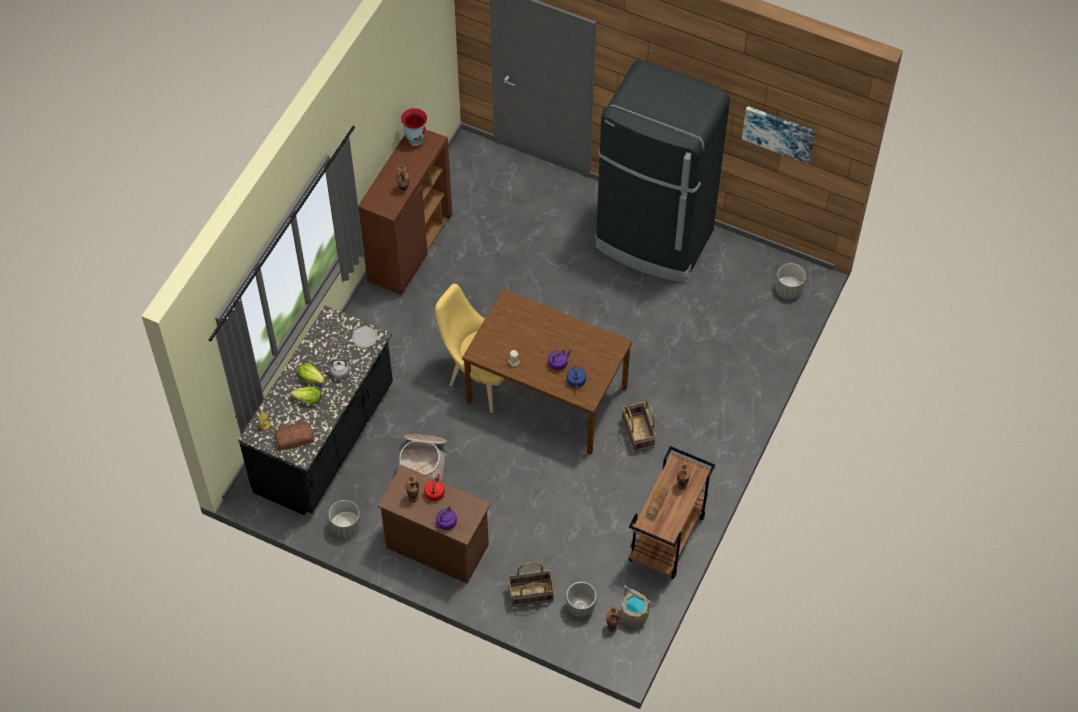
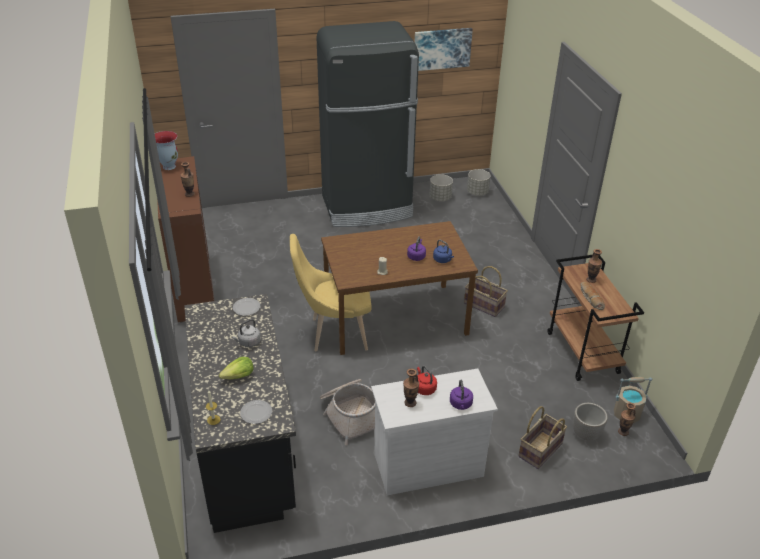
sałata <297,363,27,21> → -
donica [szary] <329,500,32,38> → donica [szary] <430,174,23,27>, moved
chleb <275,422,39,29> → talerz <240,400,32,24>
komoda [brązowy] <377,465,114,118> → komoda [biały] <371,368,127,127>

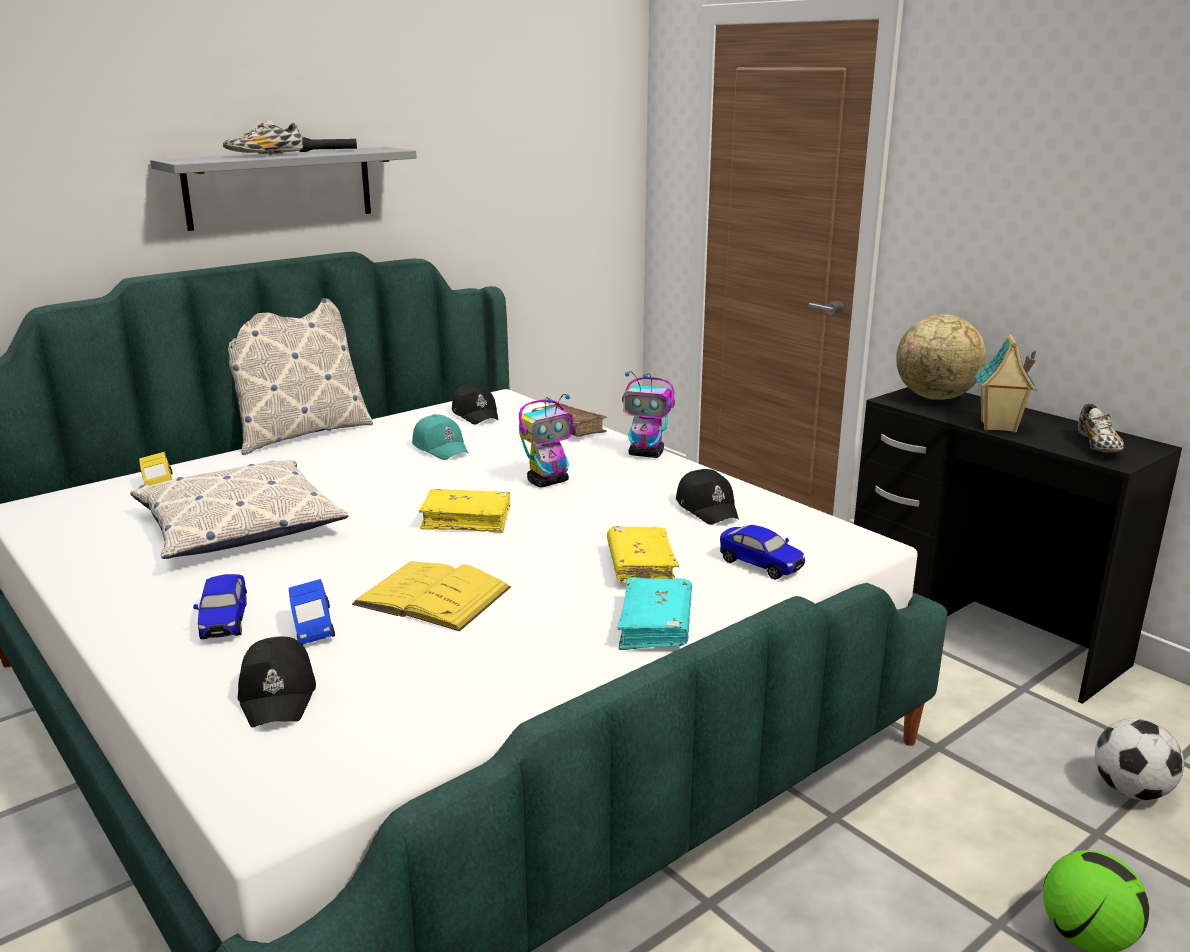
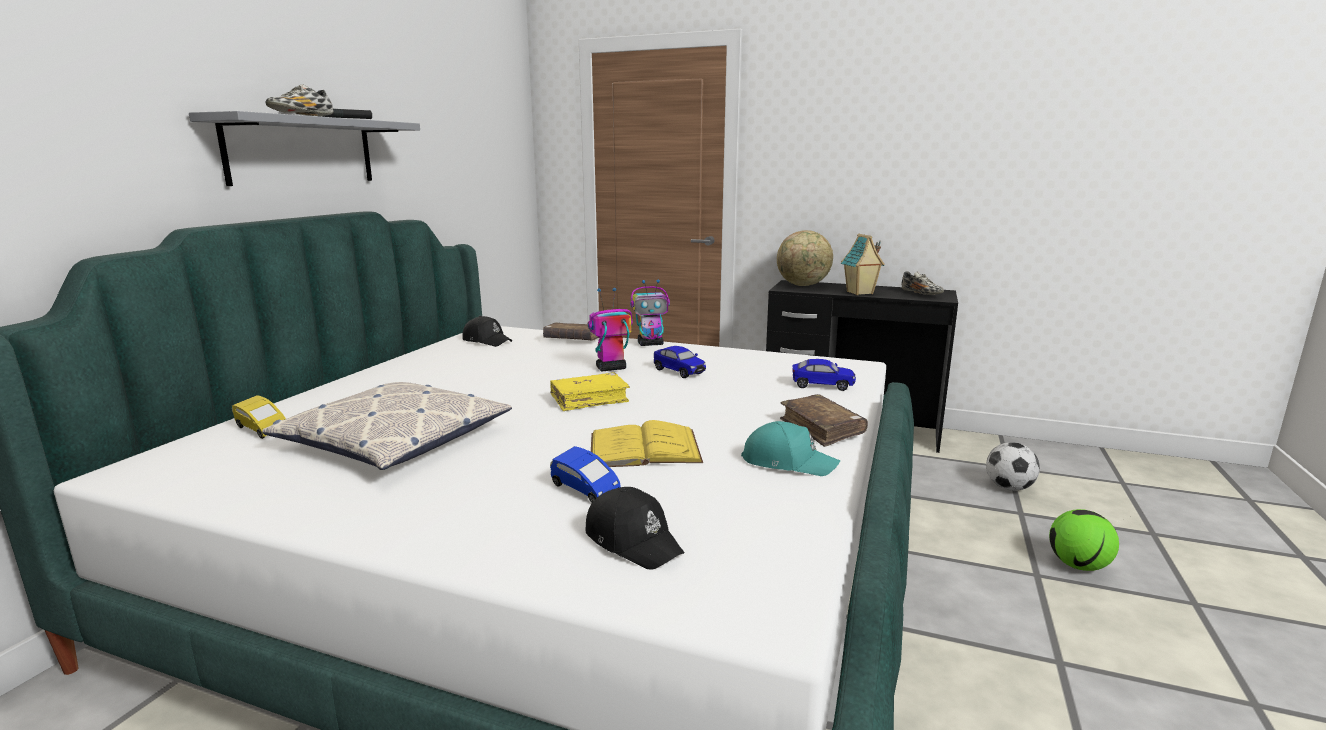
poduszka <228,298,145,157> → -
książka [żółty] <607,526,72,57> → -
czapka z daszkiem [czarny] <676,469,63,56> → -
samochodzik <193,574,54,65> → samochodzik <654,346,52,32>, moved
czapka z daszkiem [turkusowy] <412,414,57,46> → czapka z daszkiem [turkusowy] <741,421,99,55>, moved
książka [turkusowy] <617,578,75,72> → książka [brązowy] <780,394,88,53>
robot zabawkowy <519,394,54,94> → robot zabawkowy <588,288,45,83>, 135 degrees counterclockwise

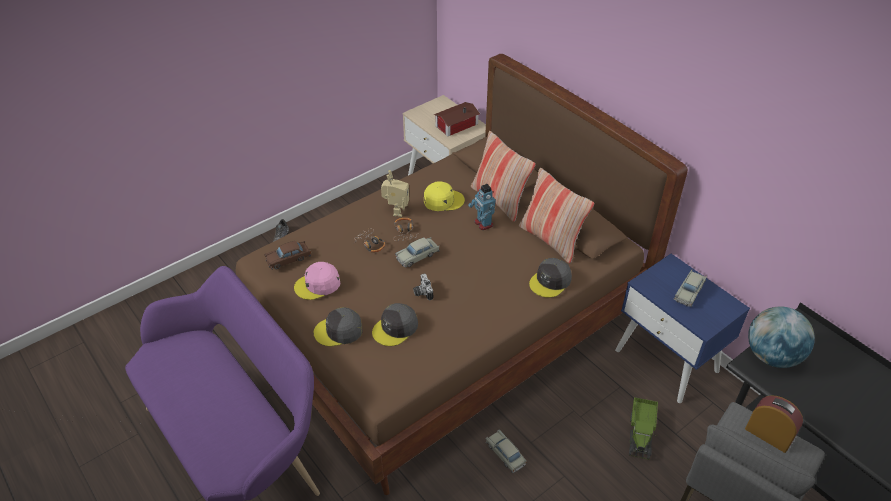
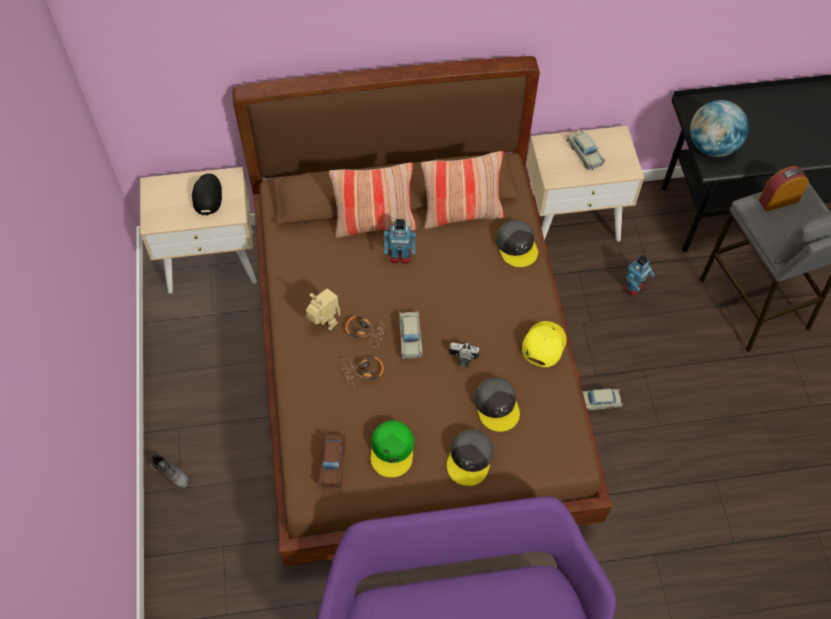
czapka z daszkiem [żółty] <424,181,41,30> → czapka z daszkiem [żółty] <522,321,45,46>, moved
domek <434,102,46,35> → czapka z daszkiem [czarny] <192,173,30,42>
ciężarówka zabawkowa <629,397,29,63> → robot zabawkowy <623,255,32,41>
czapka z daszkiem [różowy] <294,262,46,38> → czapka z daszkiem [zielony] <370,420,44,58>
szafka nocna [niebieski] <615,254,135,149> → szafka nocna [beżowy] <526,126,118,116>

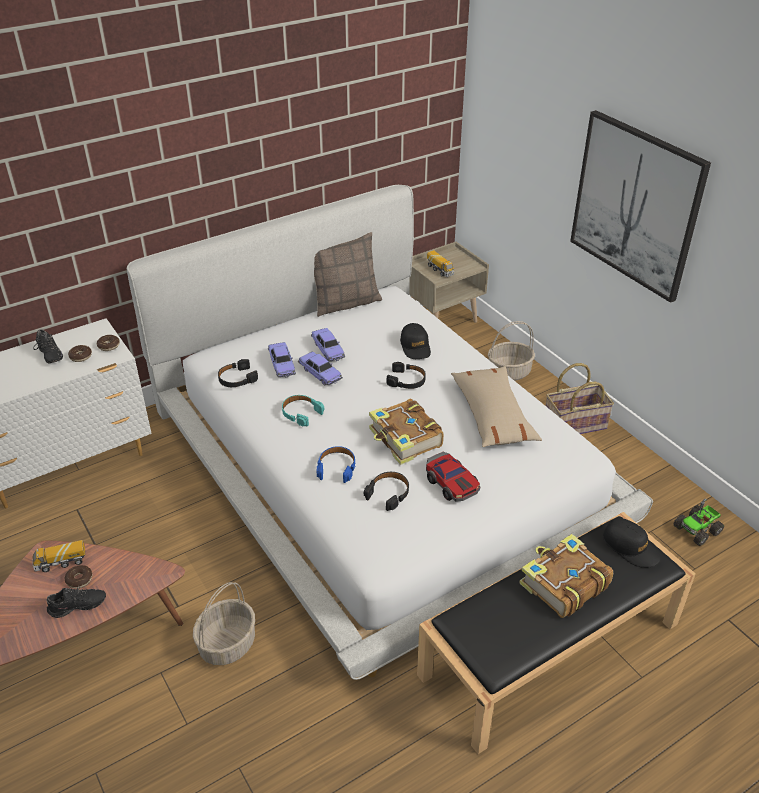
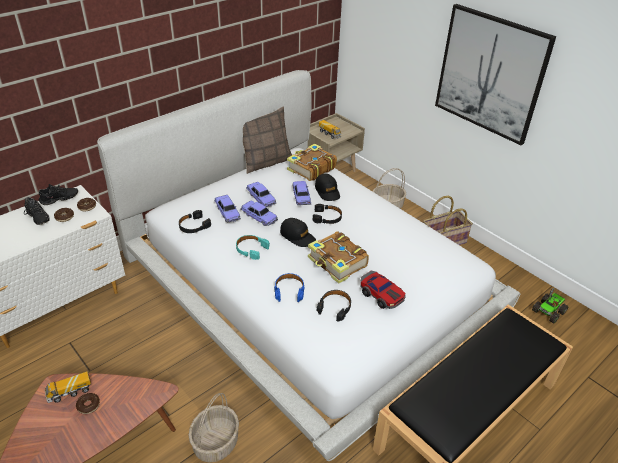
poduszka [beżowy] <451,366,91,81> → -
- → samochodzik <292,181,19,24>
but [czarny] <47,585,59,33> → but [czarny] <38,184,40,21>, moved
książka <519,534,94,84> → książka <287,144,50,37>, moved
czapka z daszkiem [czarny] <603,518,57,50> → czapka z daszkiem [czarny] <280,218,36,29>, moved

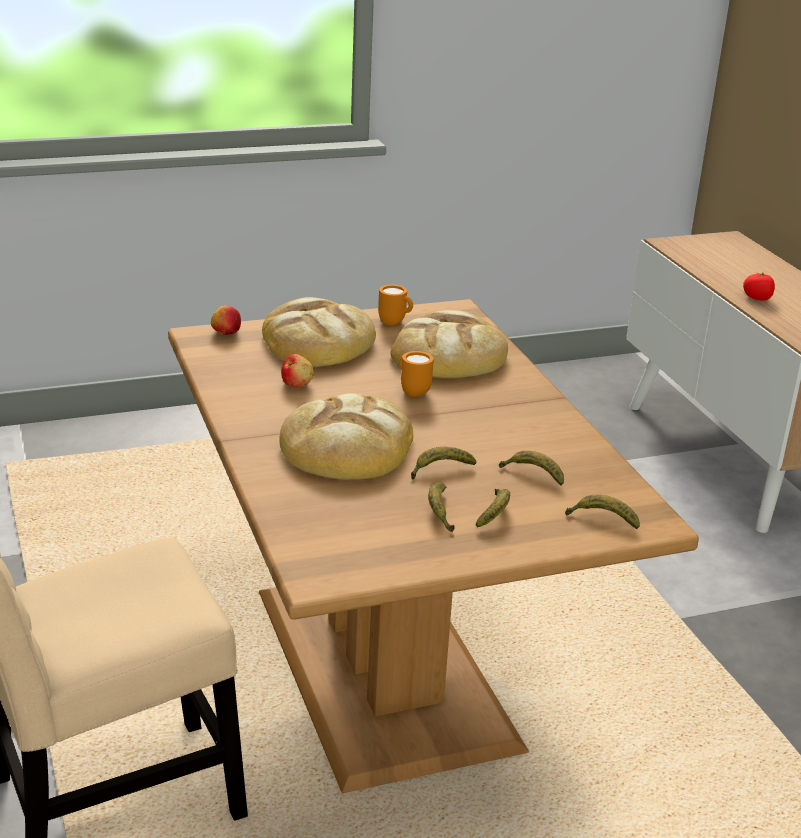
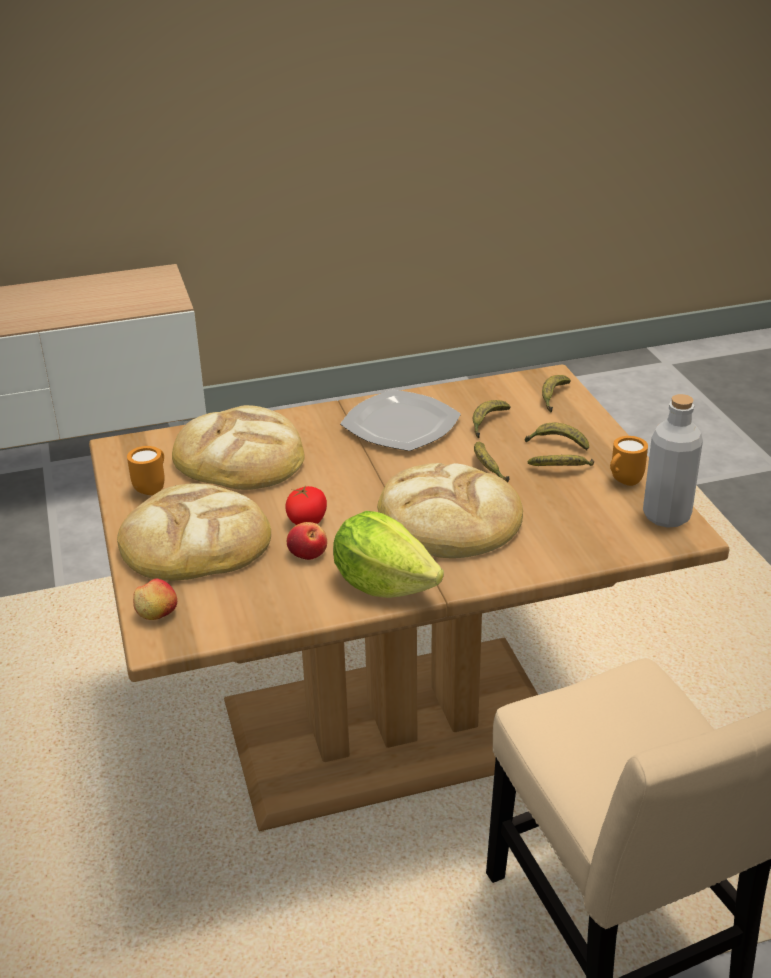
- → sałata <333,511,111,87>
- → talerz <340,389,121,62>
- → butelka [szary] <643,394,60,134>
kubek [pomarańczowy] <399,351,35,46> → kubek [pomarańczowy] <610,436,38,50>, moved
pomidor <743,272,32,29> → pomidor <285,485,42,40>, moved

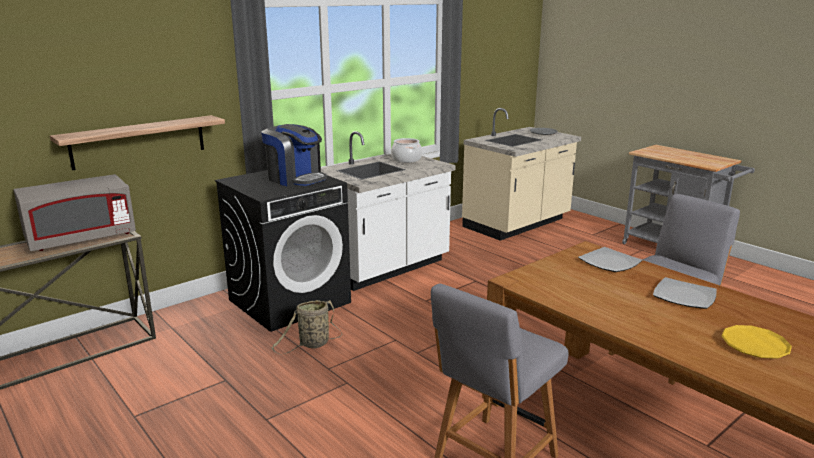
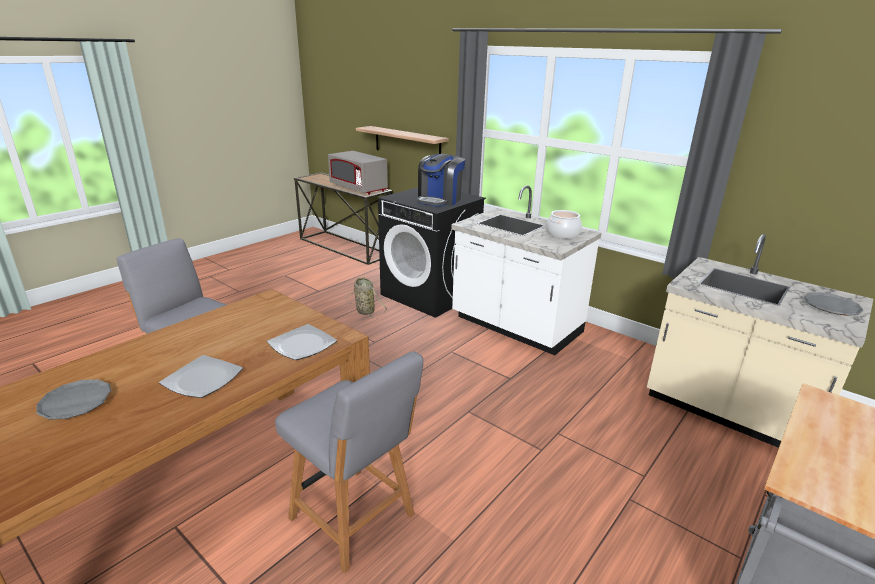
talerz [żółty] <721,325,71,34> → talerz [szary] <37,379,75,41>

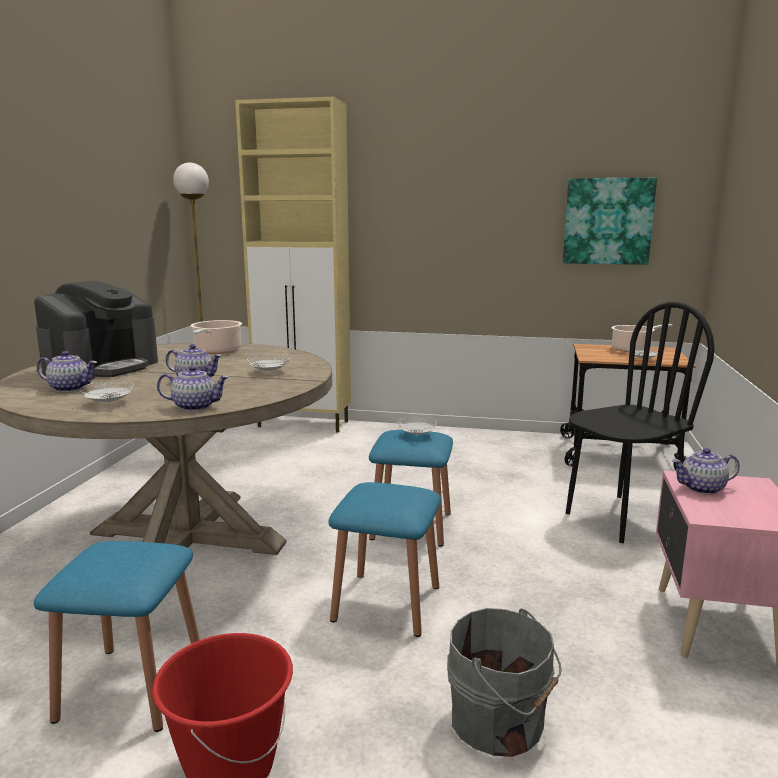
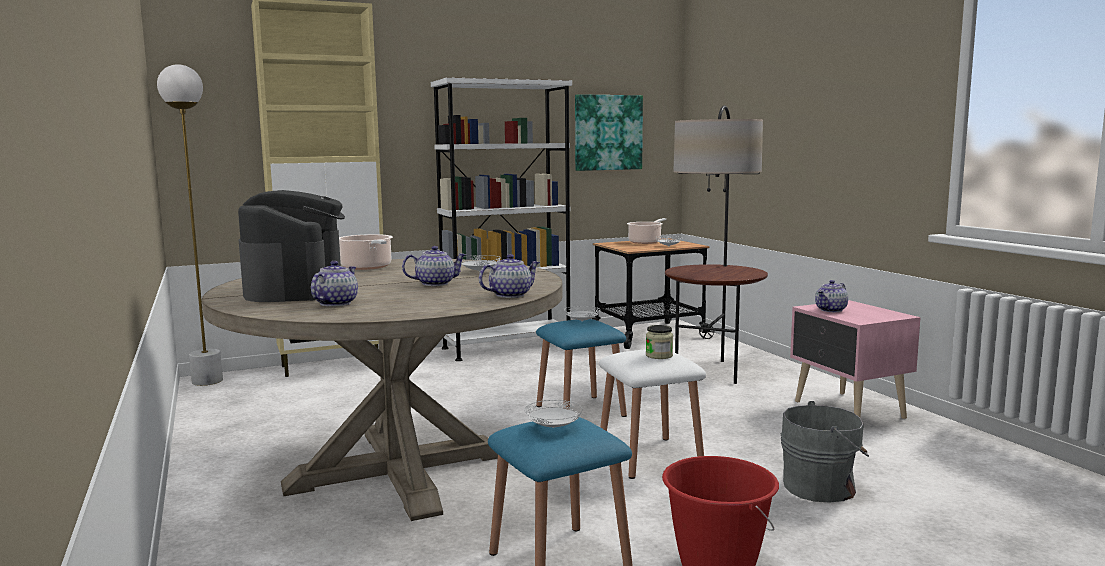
- → regał [biały] <431,77,141,284>
- → słoik <646,325,27,34>
talerz [biały] <79,381,55,22> → talerz [biały] <524,400,59,28>, moved
krzesło [czarny] <566,302,149,241> → lampa stojąca <665,105,103,279>
stołek [niebieski] <328,482,113,155> → stołek [biały] <599,349,107,130>
imbryk <37,351,60,41> → imbryk <311,261,47,46>, 45 degrees counterclockwise

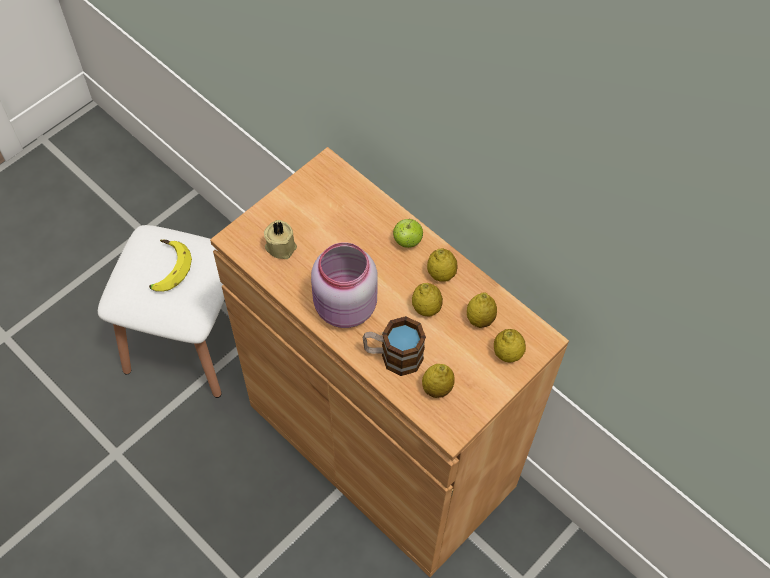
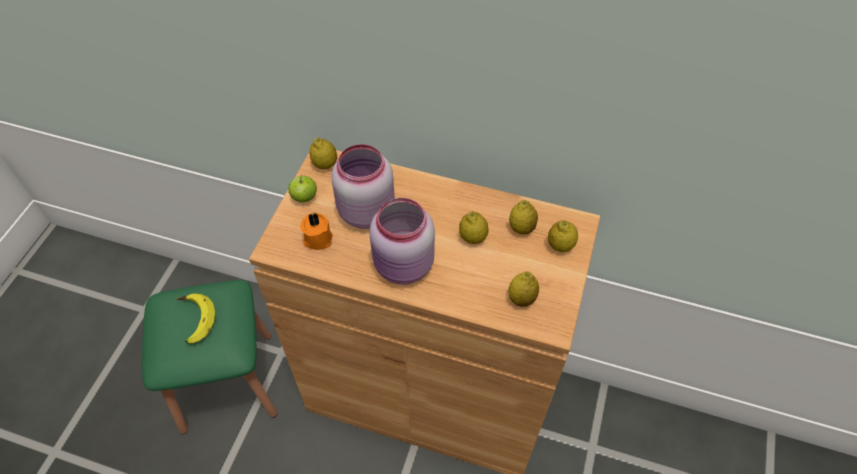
kubek <363,316,63,60> → -
- → słoik [różowy] <332,144,63,85>
jabłko <393,219,30,29> → jabłko <288,175,29,27>, moved
cytryna <427,248,30,34> → cytryna <310,138,27,31>, moved
stołek [biały] <98,225,127,173> → stołek [zielony] <142,280,135,154>
świeca [beżowy] <264,220,33,39> → świeca [pomarańczowy] <301,213,32,37>

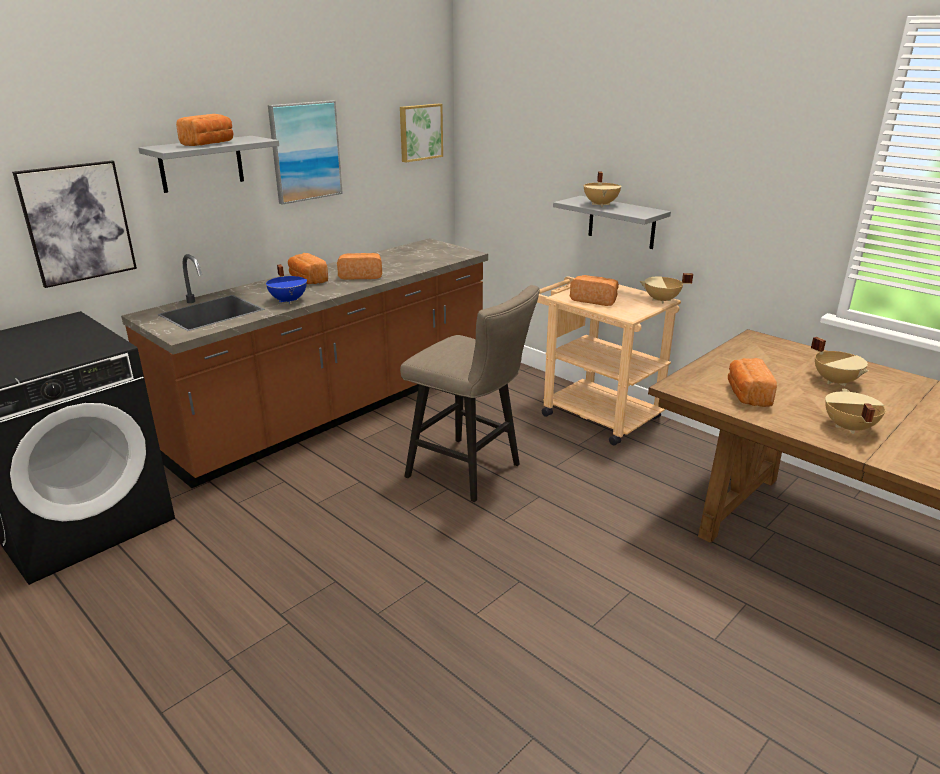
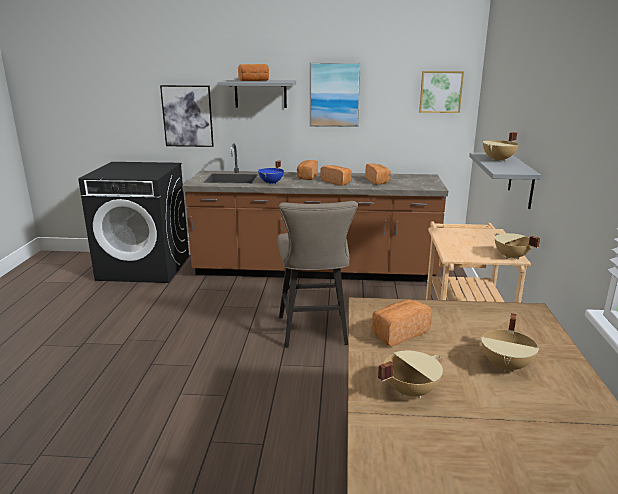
chleb <570,275,49,31> → chleb <365,164,26,21>, moved

